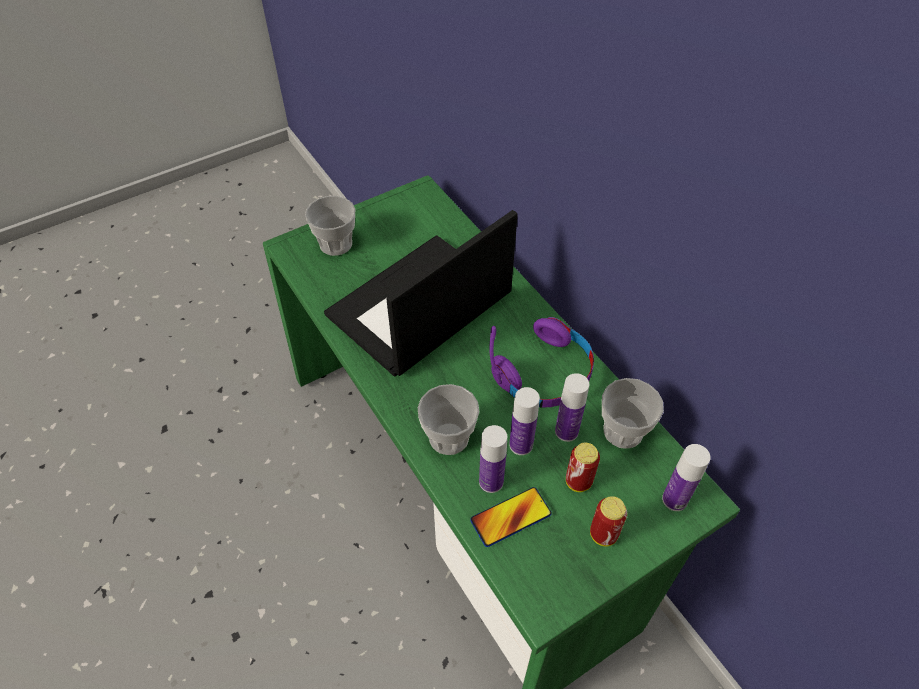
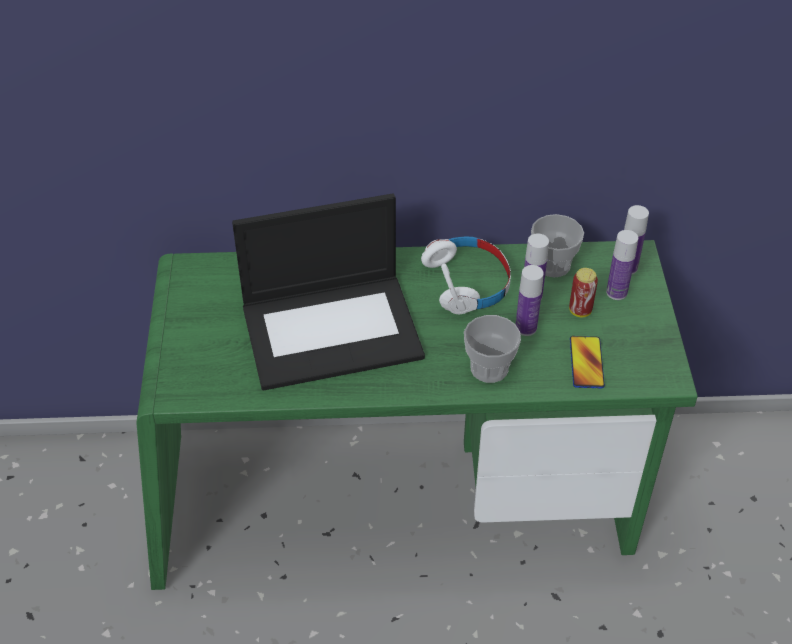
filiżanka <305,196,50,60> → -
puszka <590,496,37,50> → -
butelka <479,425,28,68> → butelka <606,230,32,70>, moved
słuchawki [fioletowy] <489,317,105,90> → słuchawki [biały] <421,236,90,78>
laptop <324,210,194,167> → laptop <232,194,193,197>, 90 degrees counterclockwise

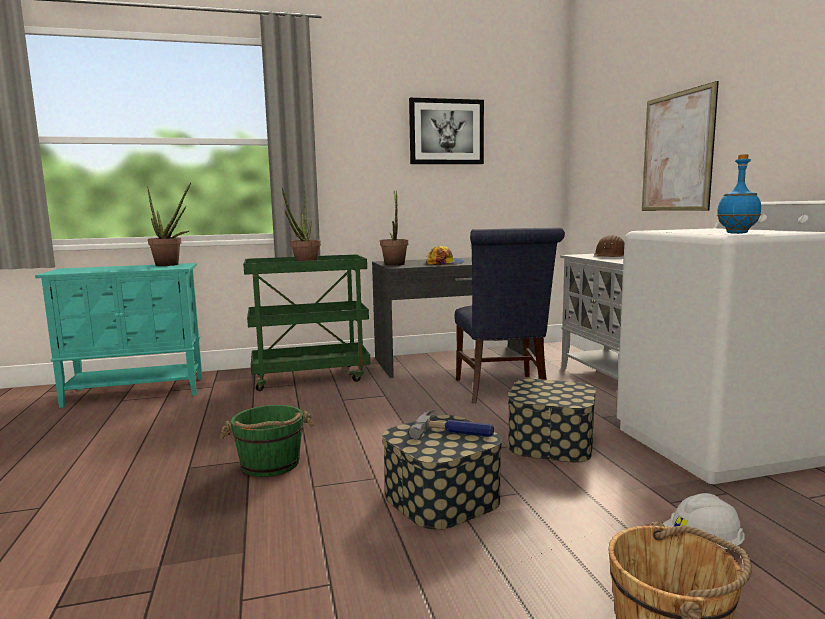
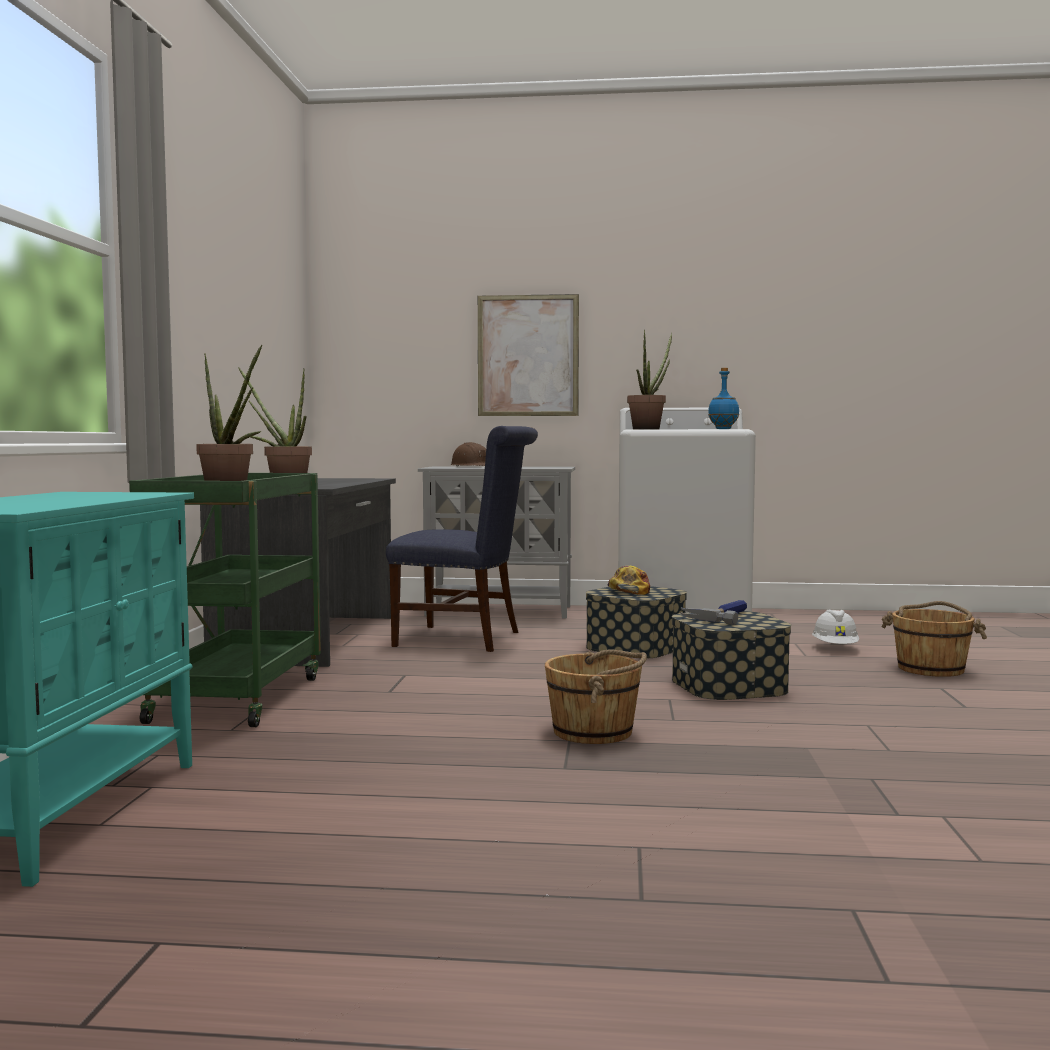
obraz <409,98,75,66> → -
roślina doniczkowa <147,183,44,83> → roślina doniczkowa <627,330,45,99>, moved
czapka z daszkiem <426,246,38,19> → czapka z daszkiem <607,566,43,29>, moved
wiadro [zielony] <220,405,94,72> → wiadro [brązowy] <545,650,102,94>

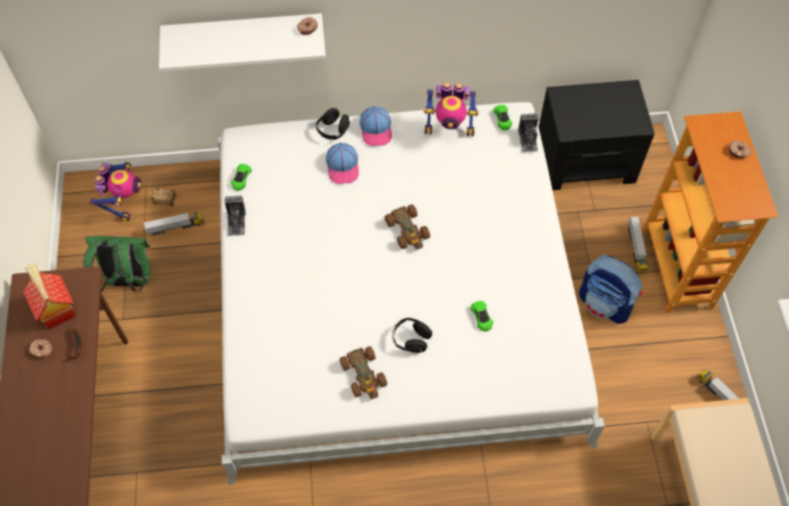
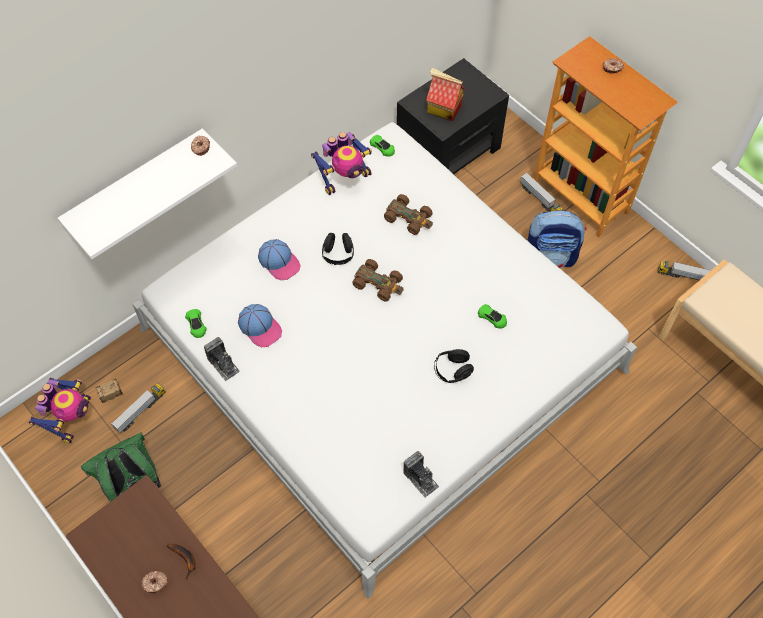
domek <23,264,53,65> → domek <426,68,40,53>, moved
słuchawki [czarny] <316,108,34,32> → słuchawki [czarny] <322,233,32,32>, moved
samochodzik [brązowy] <340,346,47,53> → samochodzik [brązowy] <384,194,49,41>, moved
czapka z daszkiem <360,106,32,40> → czapka z daszkiem <238,304,44,43>, moved
aparat fotograficzny <518,113,20,39> → aparat fotograficzny <404,451,35,47>, moved
robot zabawkowy <90,162,51,60> → robot zabawkowy <29,378,62,65>, 45 degrees clockwise

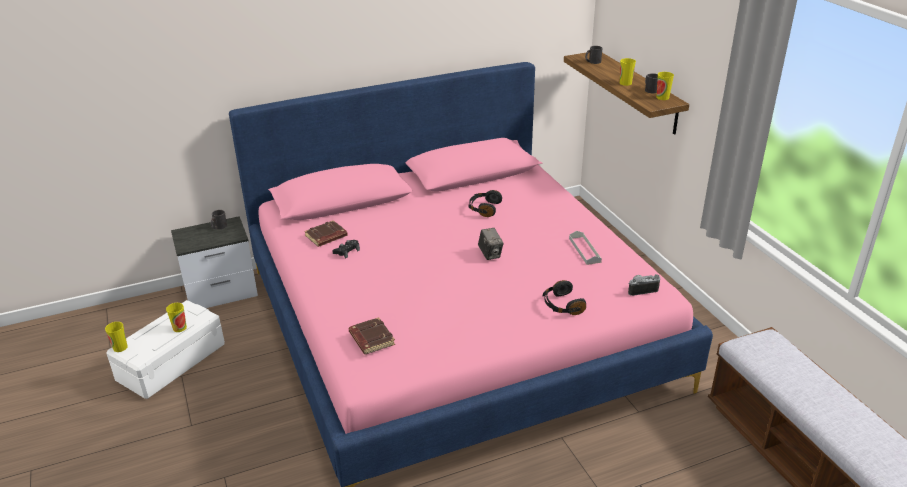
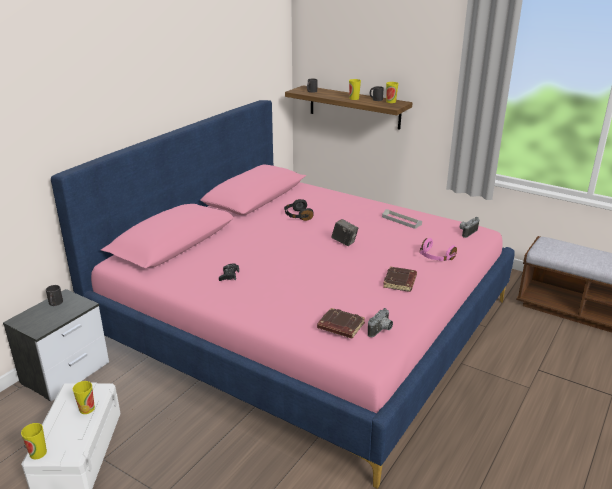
- → aparat fotograficzny <368,308,25,29>
książka [brązowy] <304,220,44,27> → książka [brązowy] <383,266,34,26>, moved
słuchawki [czarny] <543,280,43,35> → słuchawki [różowy] <420,238,37,23>

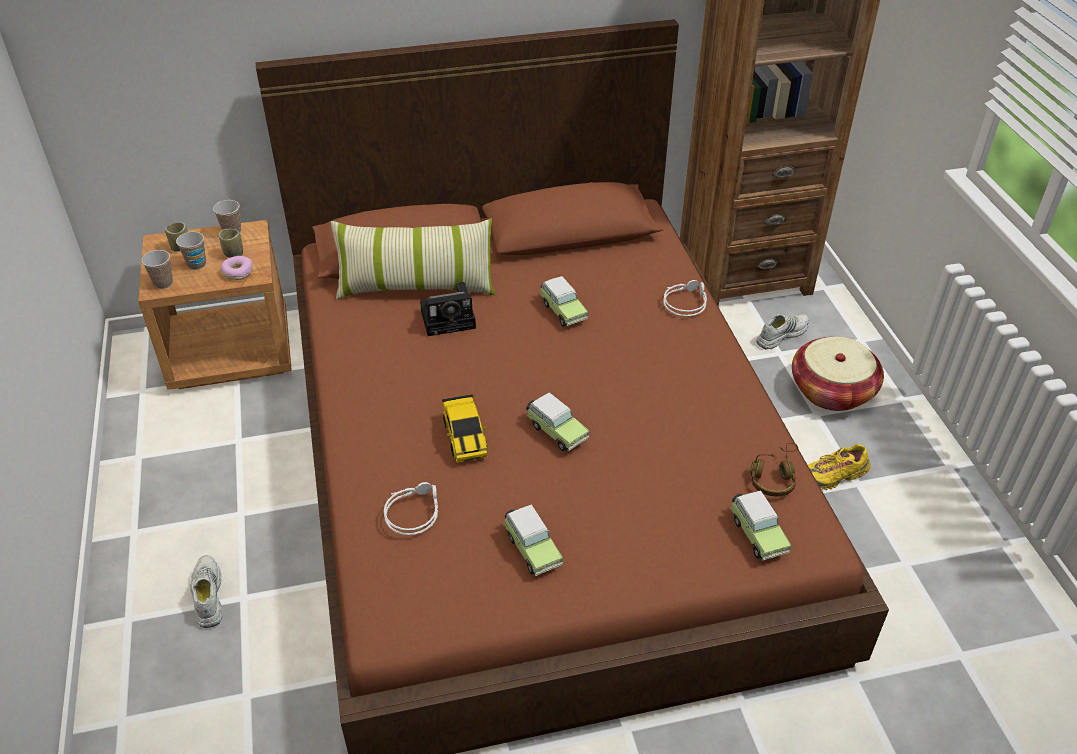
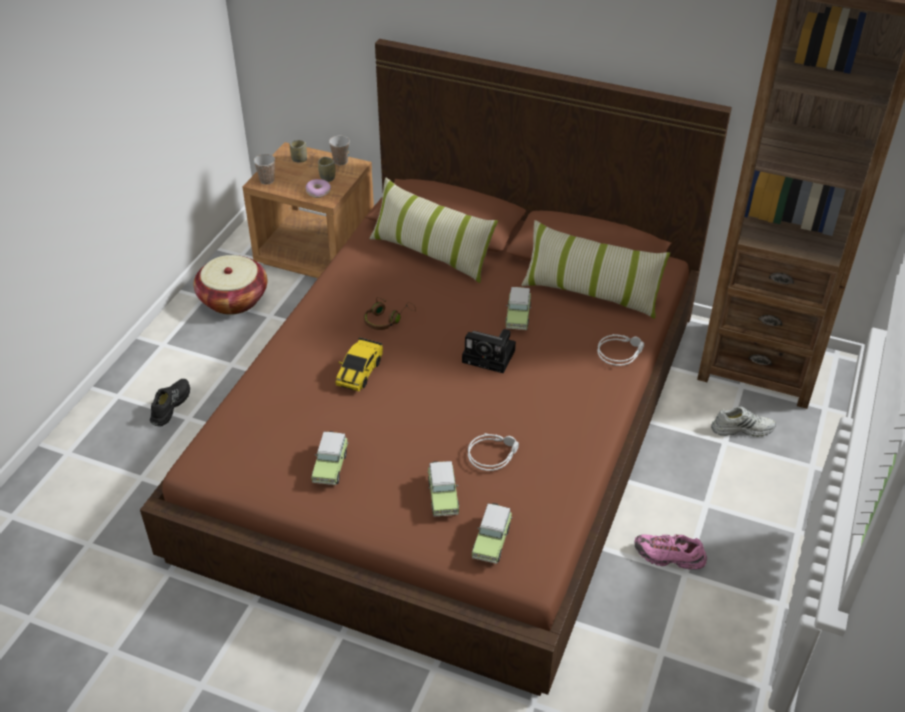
filiżanka <176,232,30,38> → -
- → poduszka <521,220,149,99>
słuchawki [szary] <384,482,55,53> → słuchawki [szary] <468,433,51,38>, moved
aparat fotograficzny <420,282,56,54> → aparat fotograficzny <462,329,54,45>, moved
samochodzik <526,393,63,58> → samochodzik <428,461,31,56>, moved
słuchawki [brązowy] <750,443,48,54> → słuchawki [brązowy] <364,297,52,33>, moved
koszyk <792,337,92,74> → koszyk <194,255,73,60>, moved
but [biały] <190,555,33,73> → but [czarny] <150,379,40,47>
but [żółty] <808,444,63,46> → but [różowy] <634,534,73,36>

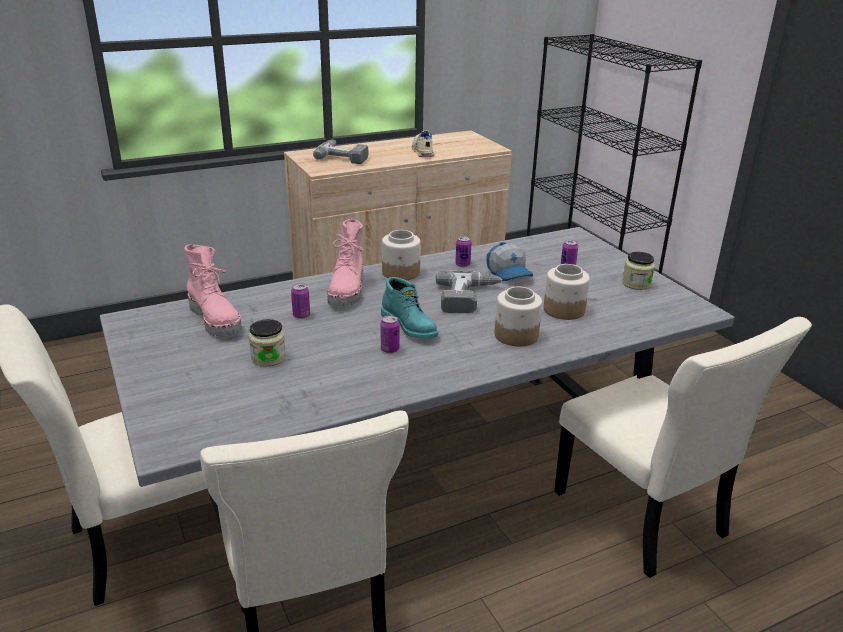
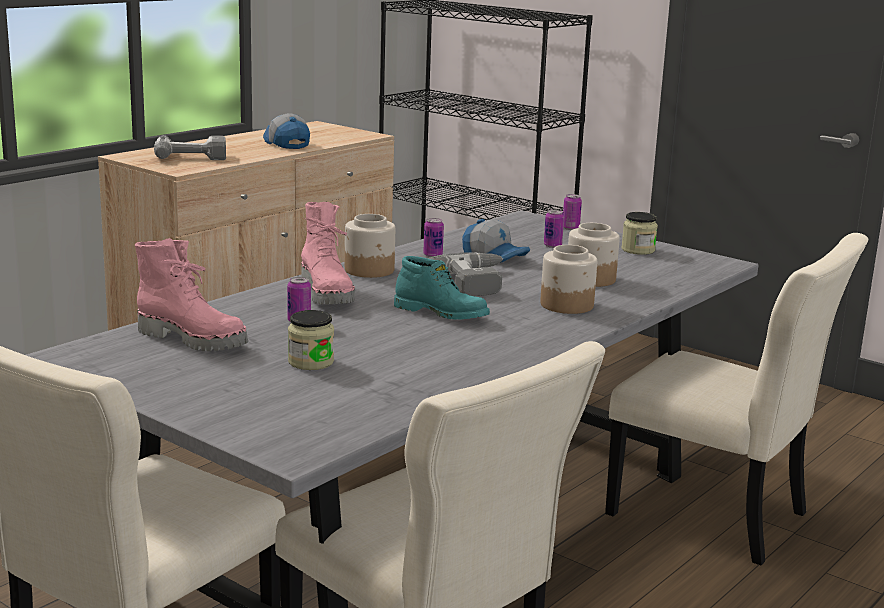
puszka <380,315,19,38> → puszka <563,194,19,36>, moved
but [beżowy] <411,130,23,27> → czapka z daszkiem <263,113,47,36>

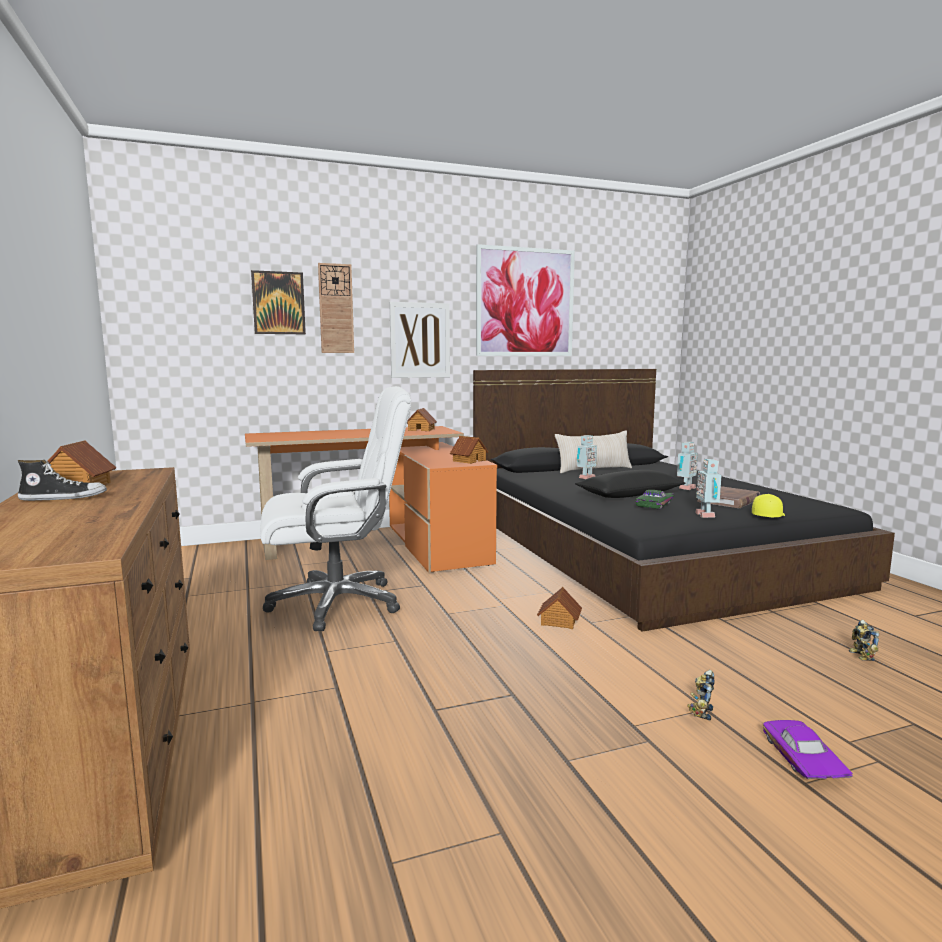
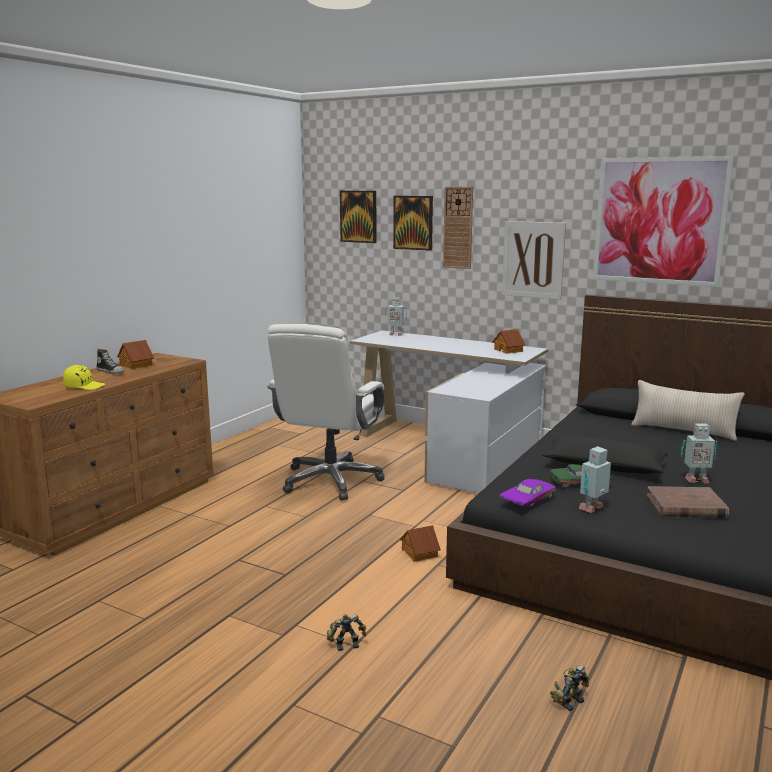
domek <450,436,38,28> → -
- → obraz <340,191,36,52>
robot zabawkowy <577,435,20,44> → robot zabawkowy <385,297,22,39>, moved
czapka z daszkiem [żółty] <752,494,33,23> → czapka z daszkiem [żółty] <63,365,42,25>, moved
samochodzik [fioletowy] <763,720,90,59> → samochodzik [fioletowy] <499,479,57,28>, moved
biurko [pomarańczowy] <245,426,252,147> → biurko [biały] <350,330,198,164>
krzesło biurowe [biały] <260,386,151,245> → krzesło biurowe [biały] <267,324,118,176>, 75 degrees clockwise

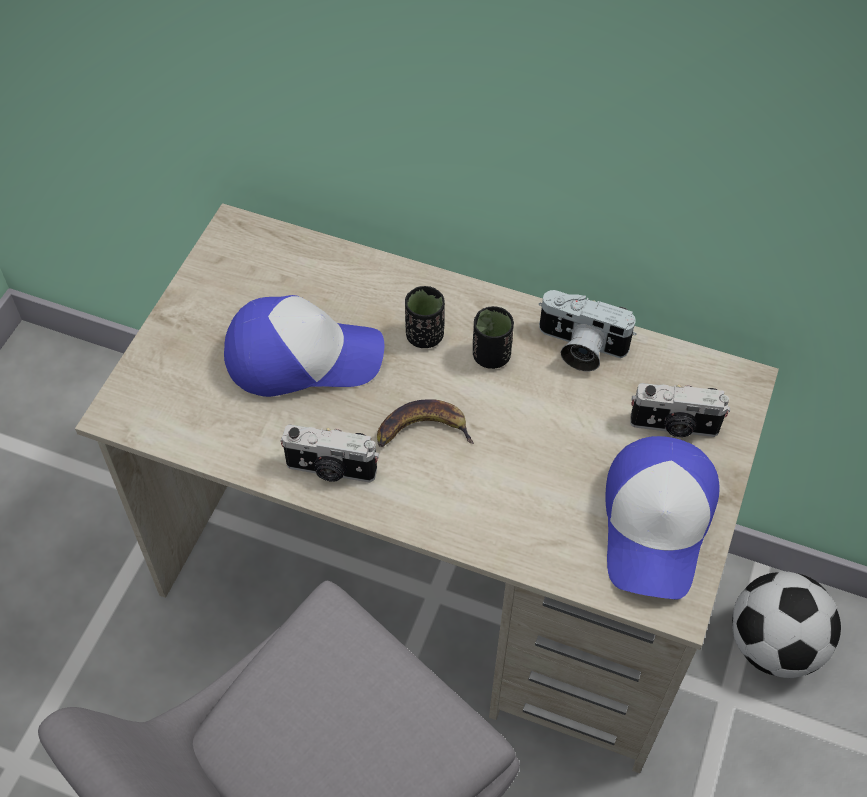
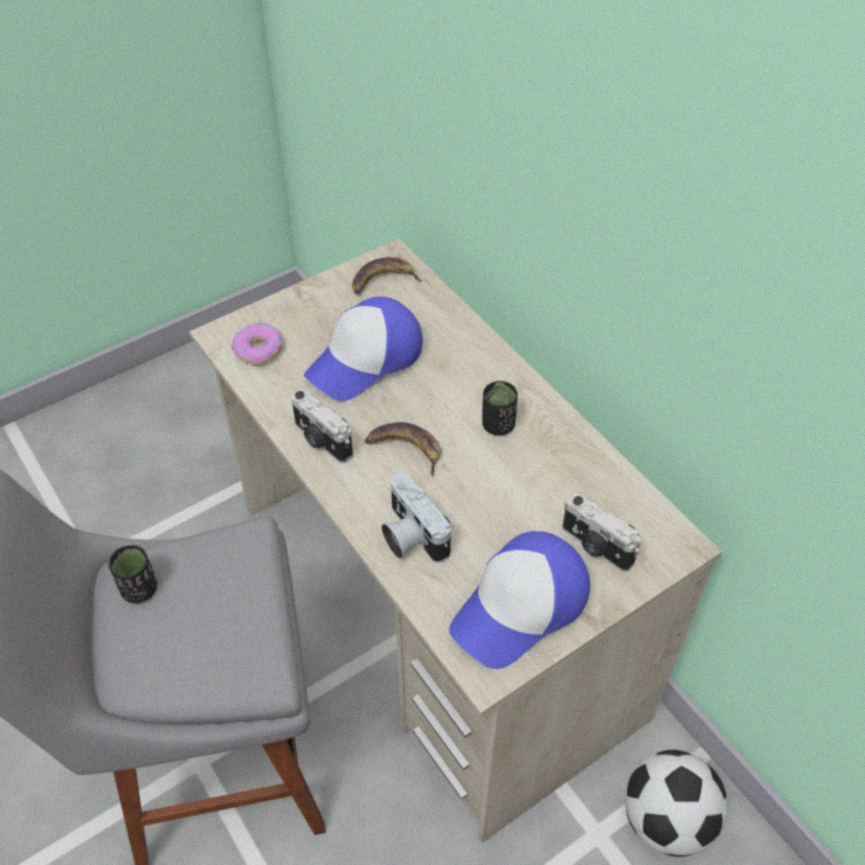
- → donut <232,322,51,43>
- → banan <352,257,70,37>
filiżanka [czarny] <405,286,40,62> → filiżanka [czarny] <109,545,48,58>, moved
aparat fotograficzny <539,290,97,81> → aparat fotograficzny <382,473,69,90>, moved
czapka z daszkiem <224,295,160,102> → czapka z daszkiem <304,296,119,105>, 105 degrees clockwise

